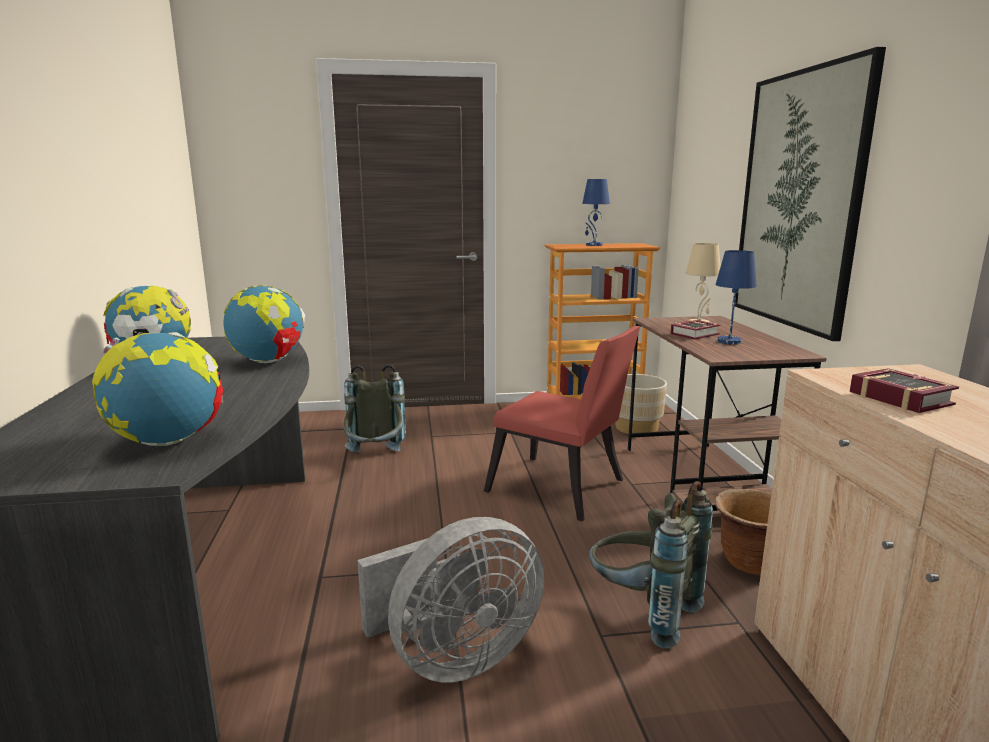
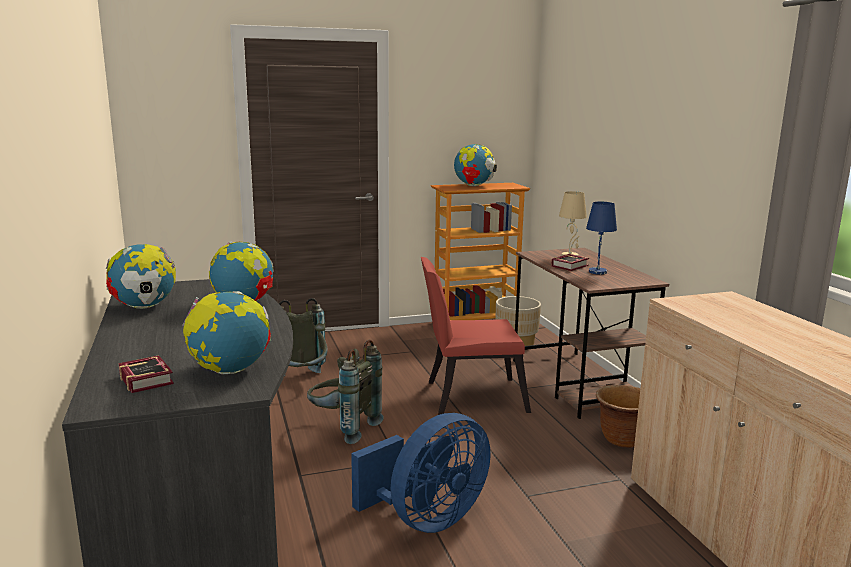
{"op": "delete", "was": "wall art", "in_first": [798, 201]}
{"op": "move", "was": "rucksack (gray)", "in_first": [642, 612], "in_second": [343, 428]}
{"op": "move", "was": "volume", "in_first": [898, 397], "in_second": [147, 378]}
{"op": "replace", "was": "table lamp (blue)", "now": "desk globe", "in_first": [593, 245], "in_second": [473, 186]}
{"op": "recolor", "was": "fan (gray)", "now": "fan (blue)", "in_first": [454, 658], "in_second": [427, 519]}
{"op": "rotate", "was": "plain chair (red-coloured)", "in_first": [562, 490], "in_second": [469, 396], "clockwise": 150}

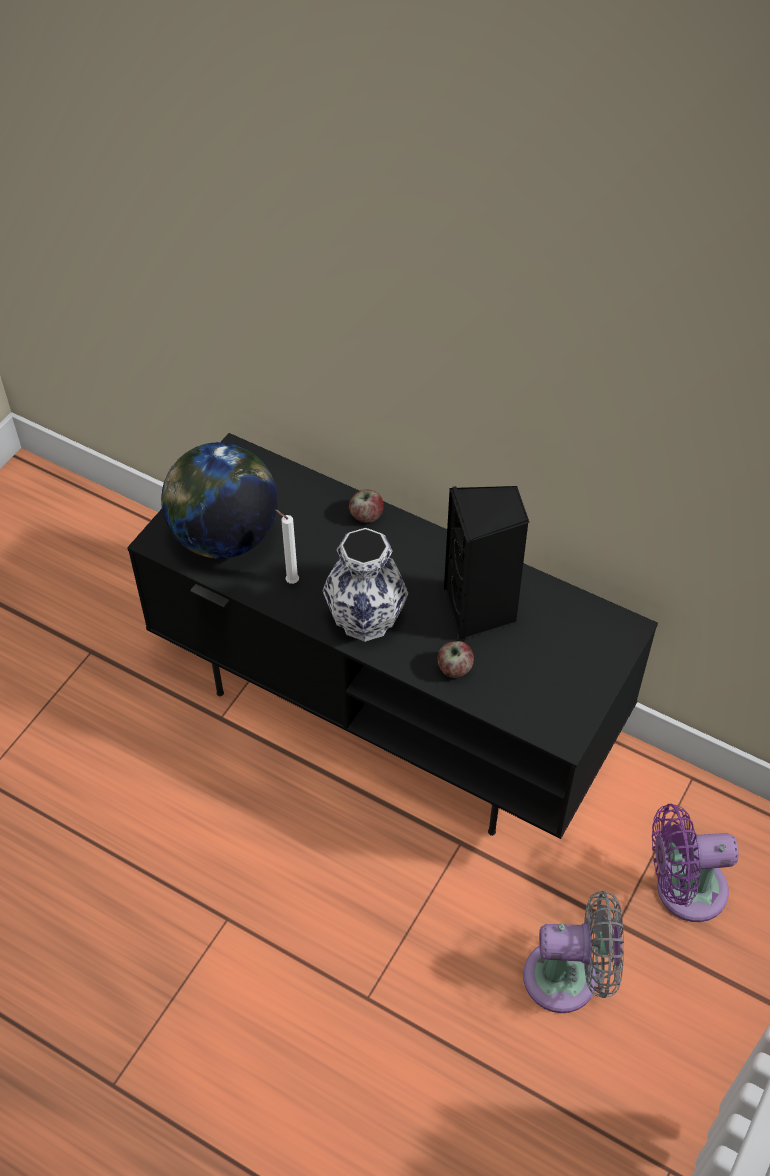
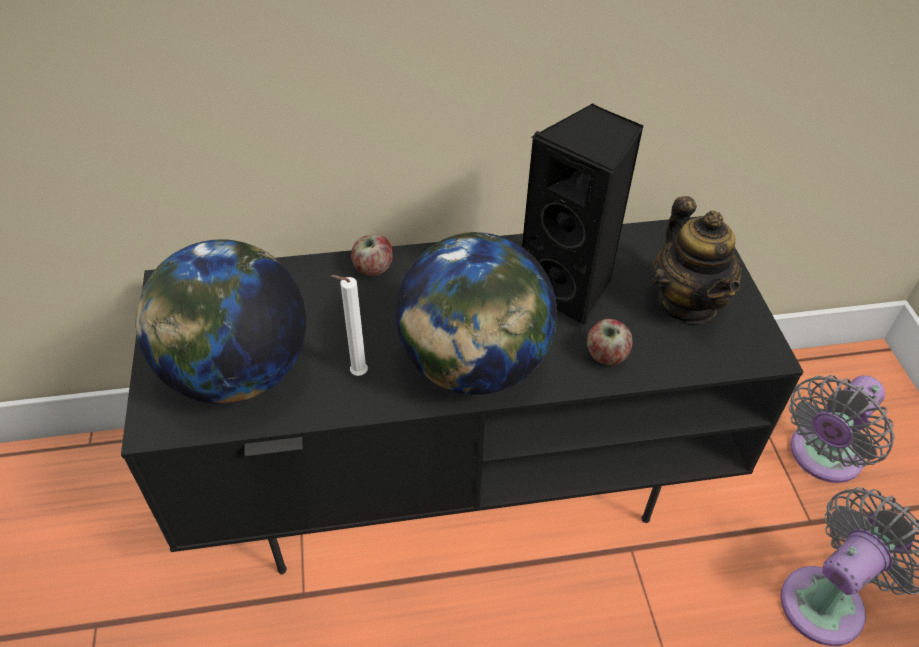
{"op": "insert", "now": "teapot", "in_second": [687, 302]}
{"op": "replace", "was": "decorative vase", "now": "desk globe", "in_first": [364, 620], "in_second": [473, 366]}
{"op": "recolor", "was": "fan (purplish)", "now": "fan (gray)", "in_first": [683, 889], "in_second": [821, 457]}

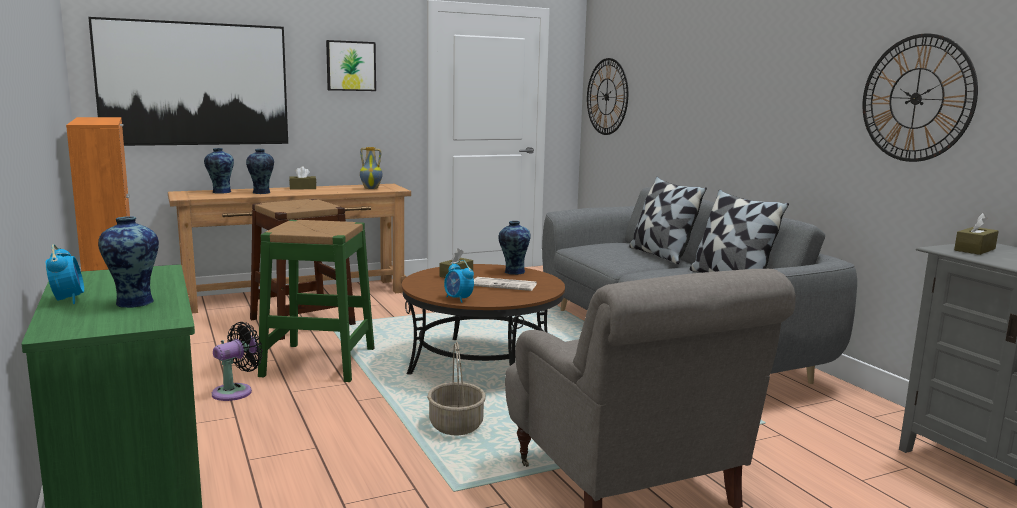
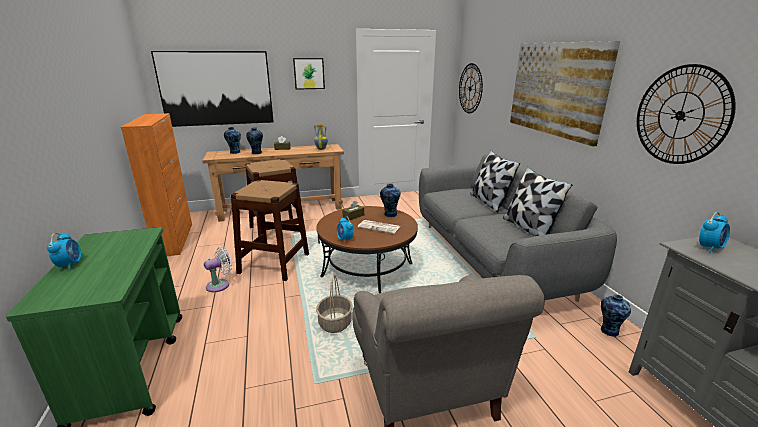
{"op": "insert", "now": "wall art", "in_second": [556, 89]}
{"op": "move", "was": "decorative vase", "in_first": [134, 302], "in_second": [608, 330]}
{"op": "replace", "was": "box of tissues (brownish)", "now": "table clock", "in_first": [974, 249], "in_second": [709, 248]}
{"op": "recolor", "was": "fan (black)", "now": "fan (whitish)", "in_first": [236, 391], "in_second": [220, 285]}
{"op": "recolor", "was": "stool seat (greenish)", "now": "stool seat (brownish)", "in_first": [319, 362], "in_second": [274, 263]}

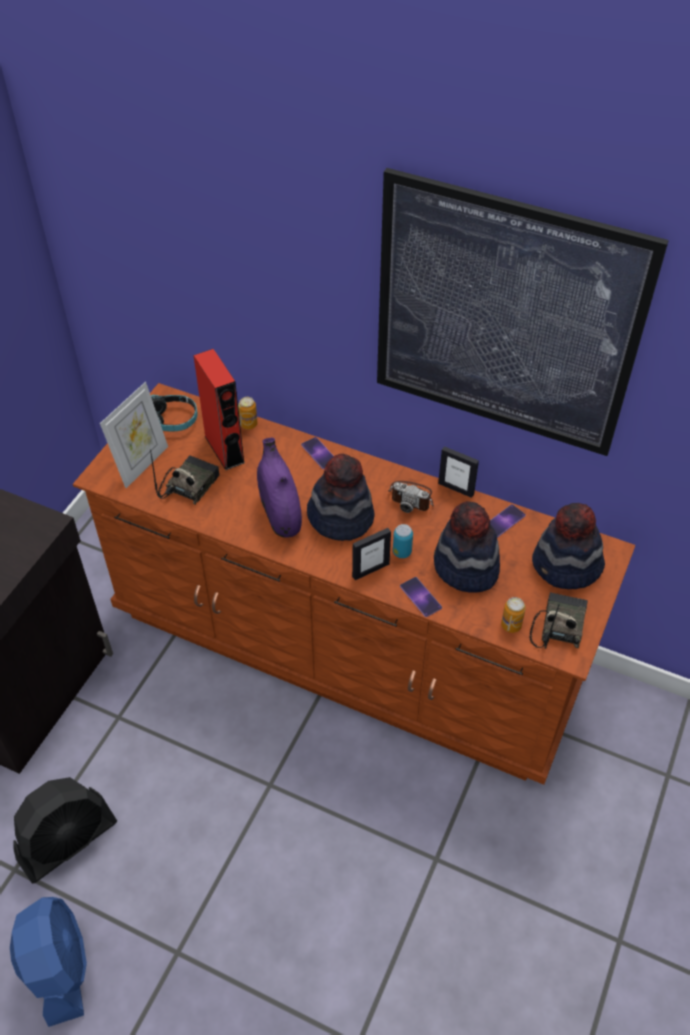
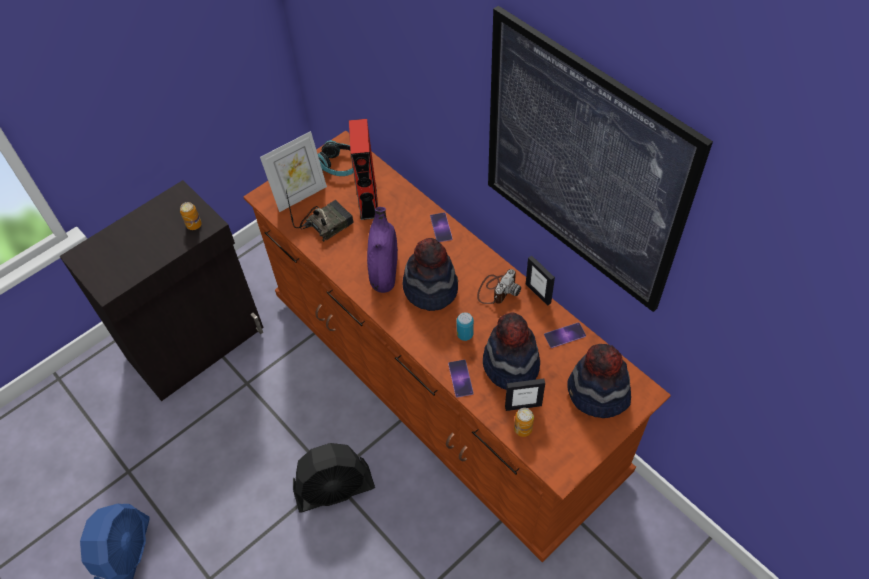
{"op": "delete", "was": "radio set", "in_first": [557, 626]}
{"op": "move", "was": "fan (black)", "in_first": [68, 841], "in_second": [334, 489]}
{"op": "move", "was": "metal can", "in_first": [248, 424], "in_second": [194, 225]}
{"op": "move", "was": "standing frame", "in_first": [370, 570], "in_second": [523, 406]}
{"op": "rotate", "was": "still camera", "in_first": [412, 497], "in_second": [497, 289], "clockwise": -105}

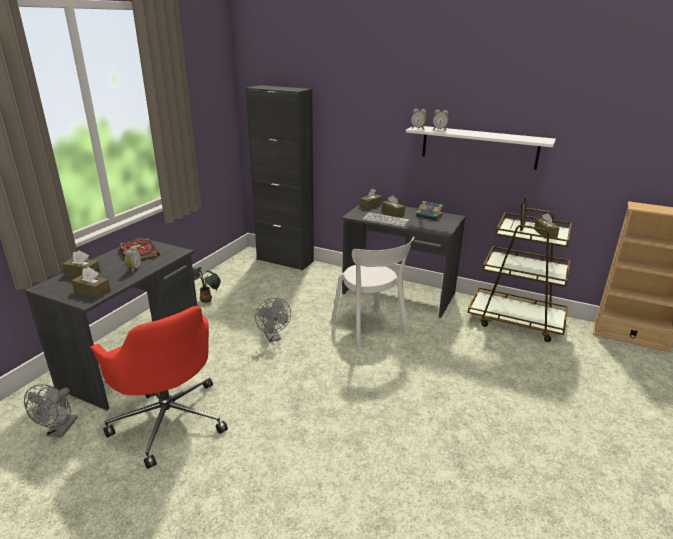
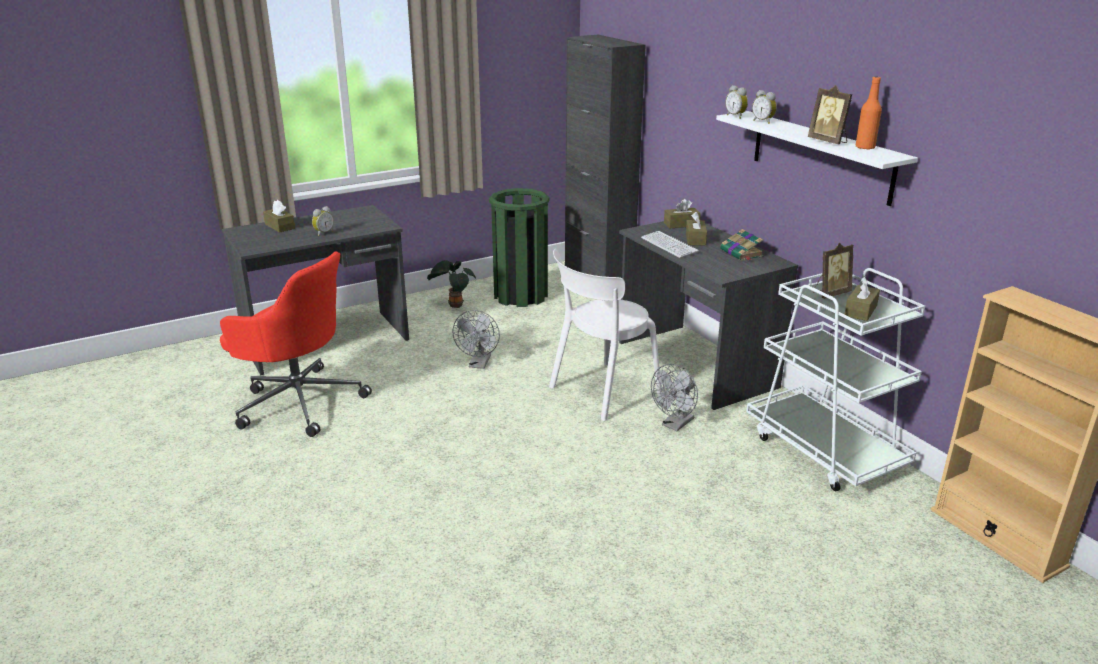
{"op": "delete", "was": "box of tissues (brownish)", "in_first": [92, 292]}
{"op": "delete", "was": "volume", "in_first": [138, 251]}
{"op": "insert", "now": "trash can (greenish)", "in_second": [520, 295]}
{"op": "insert", "now": "standing frame", "in_second": [828, 141]}
{"op": "insert", "now": "beverage bottle (orange)", "in_second": [865, 147]}
{"op": "move", "was": "fan (gray)", "in_first": [60, 431], "in_second": [675, 425]}
{"op": "recolor", "was": "trolley (brownish)", "now": "trolley (whitish)", "in_first": [516, 320], "in_second": [824, 450]}
{"op": "rotate", "was": "desk chair (red-coloured)", "in_first": [169, 419], "in_second": [299, 402], "clockwise": -60}
{"op": "rotate", "was": "plain chair (whitish)", "in_first": [370, 329], "in_second": [601, 392], "clockwise": 45}

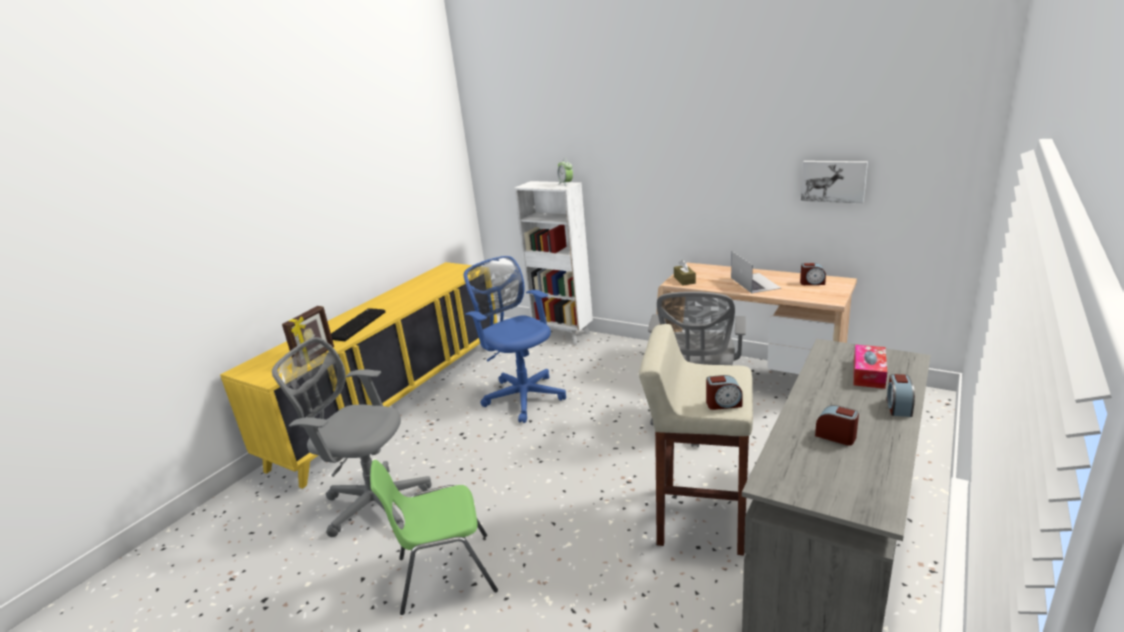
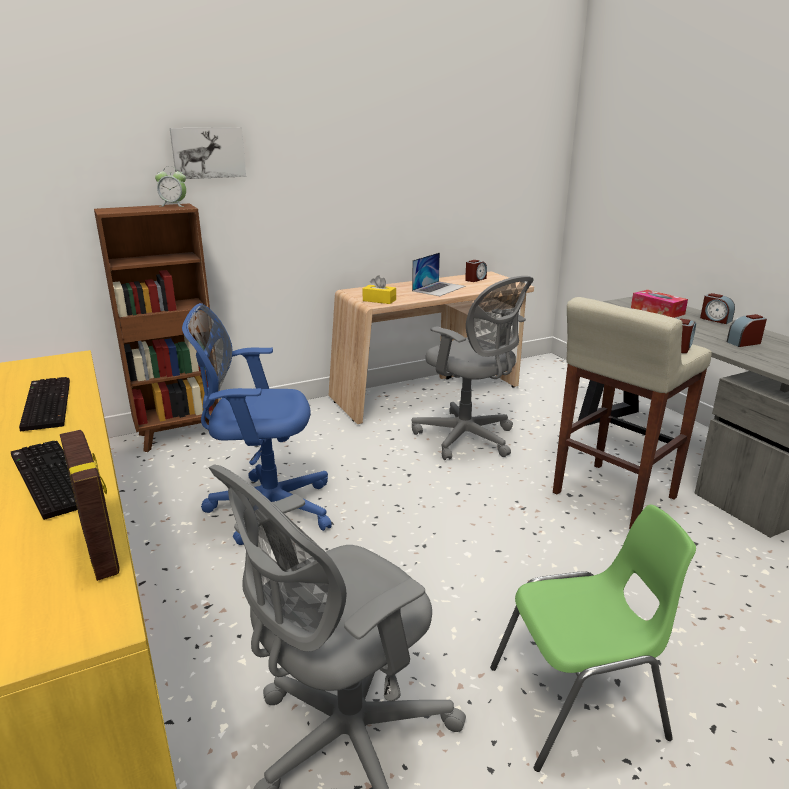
{"op": "insert", "now": "PC keyboard", "in_second": [45, 404]}
{"op": "move", "was": "wall art", "in_first": [833, 181], "in_second": [208, 152]}
{"op": "recolor", "was": "bookshelf (whitish)", "now": "bookshelf (brownish)", "in_first": [563, 335], "in_second": [181, 435]}
{"op": "recolor", "was": "box of tissues (brownish)", "now": "box of tissues (yellow-coloured)", "in_first": [684, 280], "in_second": [379, 300]}
{"op": "rotate", "was": "plain chair (greenish)", "in_first": [444, 573], "in_second": [579, 704], "clockwise": -120}
{"op": "rotate", "was": "notebook computer", "in_first": [755, 283], "in_second": [439, 288], "clockwise": 105}

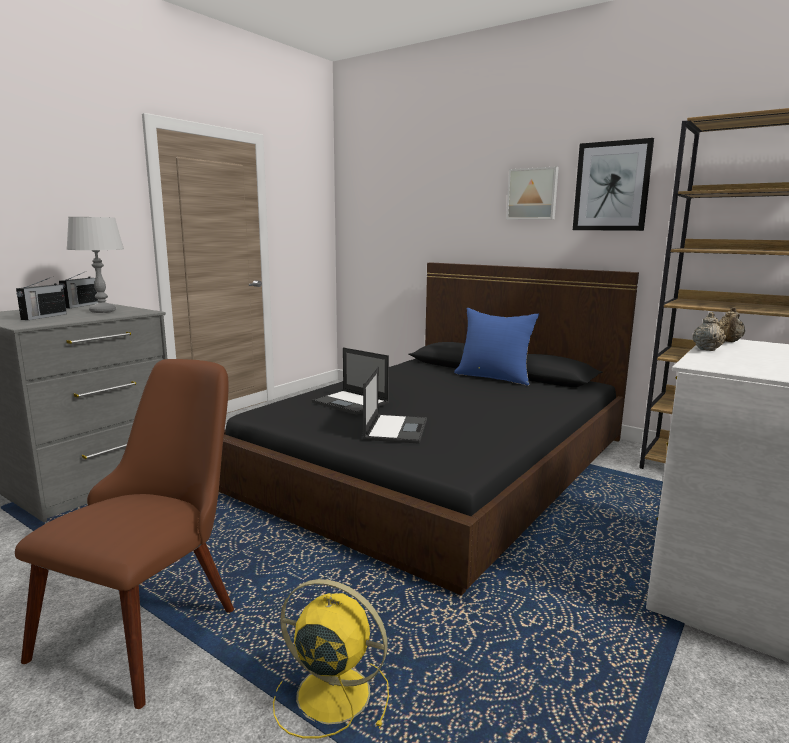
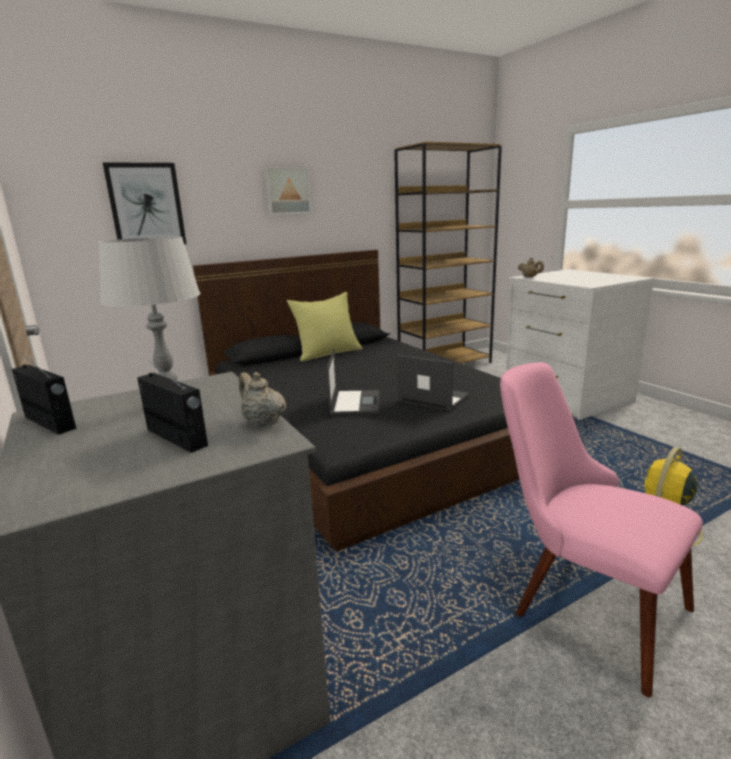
{"op": "move", "was": "wall art", "in_first": [611, 186], "in_second": [146, 205]}
{"op": "move", "was": "teapot (sand-coloured)", "in_first": [707, 349], "in_second": [262, 422]}
{"op": "recolor", "was": "plain chair (brownish)", "now": "plain chair (pink-coloured)", "in_first": [154, 619], "in_second": [580, 601]}
{"op": "recolor", "was": "throw pillow (blue)", "now": "throw pillow (yellow-coloured)", "in_first": [494, 377], "in_second": [328, 353]}
{"op": "rotate", "was": "notebook computer", "in_first": [351, 403], "in_second": [355, 402], "clockwise": -60}

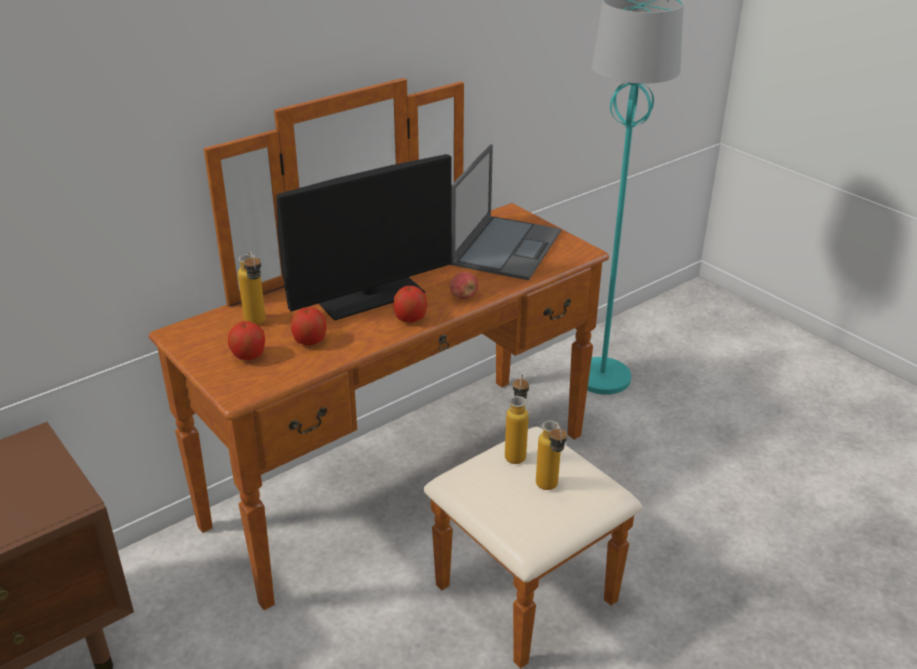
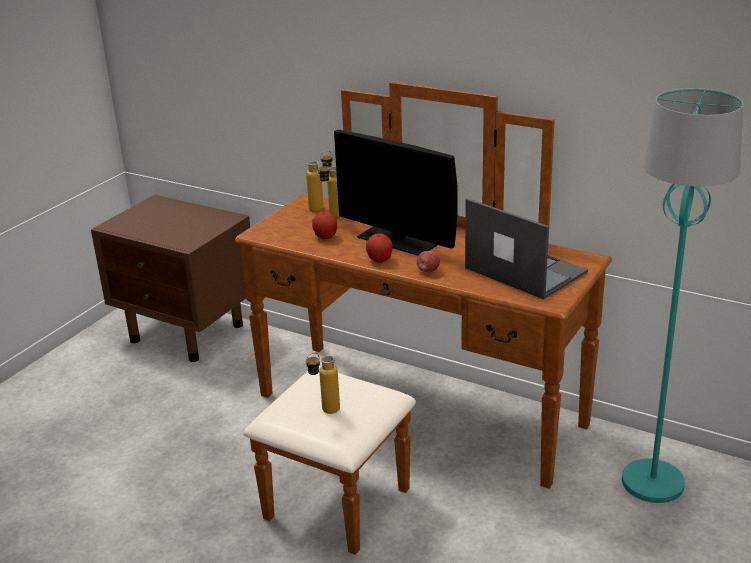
{"op": "delete", "was": "whole apple", "in_first": [249, 356]}
{"op": "move", "was": "beverage bottle", "in_first": [516, 452], "in_second": [322, 208]}
{"op": "rotate", "was": "notebook computer", "in_first": [506, 247], "in_second": [524, 270], "clockwise": -135}

